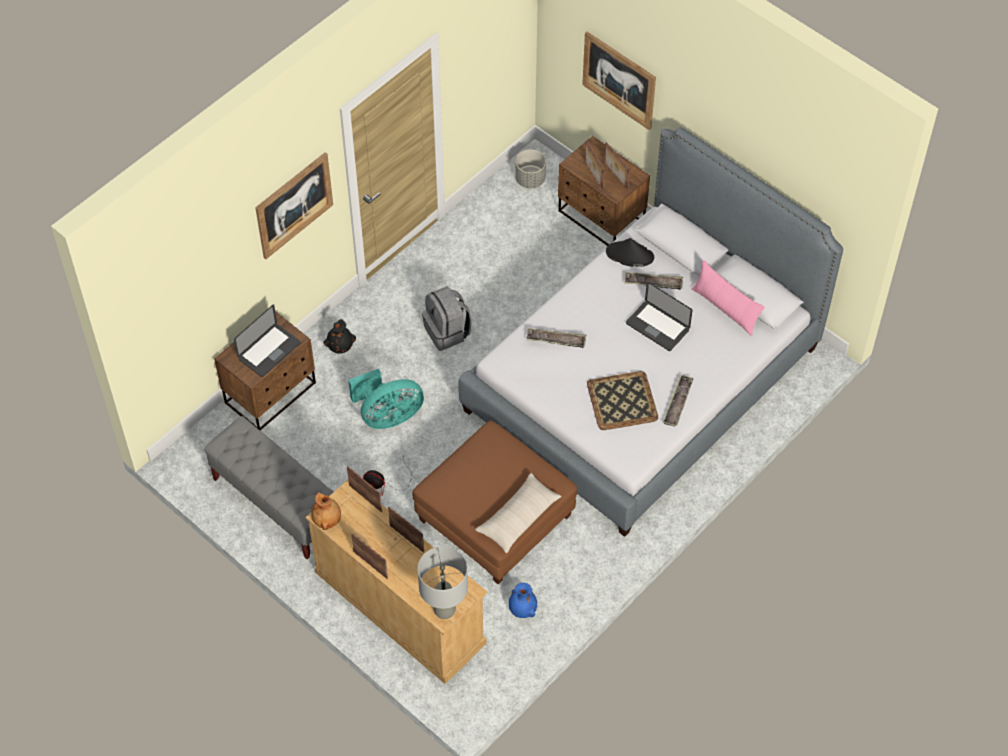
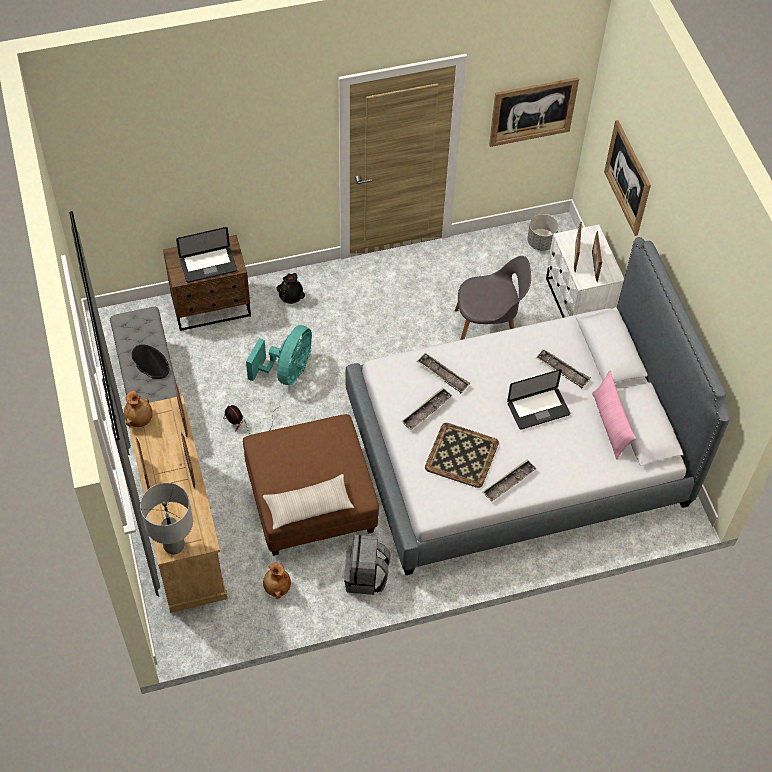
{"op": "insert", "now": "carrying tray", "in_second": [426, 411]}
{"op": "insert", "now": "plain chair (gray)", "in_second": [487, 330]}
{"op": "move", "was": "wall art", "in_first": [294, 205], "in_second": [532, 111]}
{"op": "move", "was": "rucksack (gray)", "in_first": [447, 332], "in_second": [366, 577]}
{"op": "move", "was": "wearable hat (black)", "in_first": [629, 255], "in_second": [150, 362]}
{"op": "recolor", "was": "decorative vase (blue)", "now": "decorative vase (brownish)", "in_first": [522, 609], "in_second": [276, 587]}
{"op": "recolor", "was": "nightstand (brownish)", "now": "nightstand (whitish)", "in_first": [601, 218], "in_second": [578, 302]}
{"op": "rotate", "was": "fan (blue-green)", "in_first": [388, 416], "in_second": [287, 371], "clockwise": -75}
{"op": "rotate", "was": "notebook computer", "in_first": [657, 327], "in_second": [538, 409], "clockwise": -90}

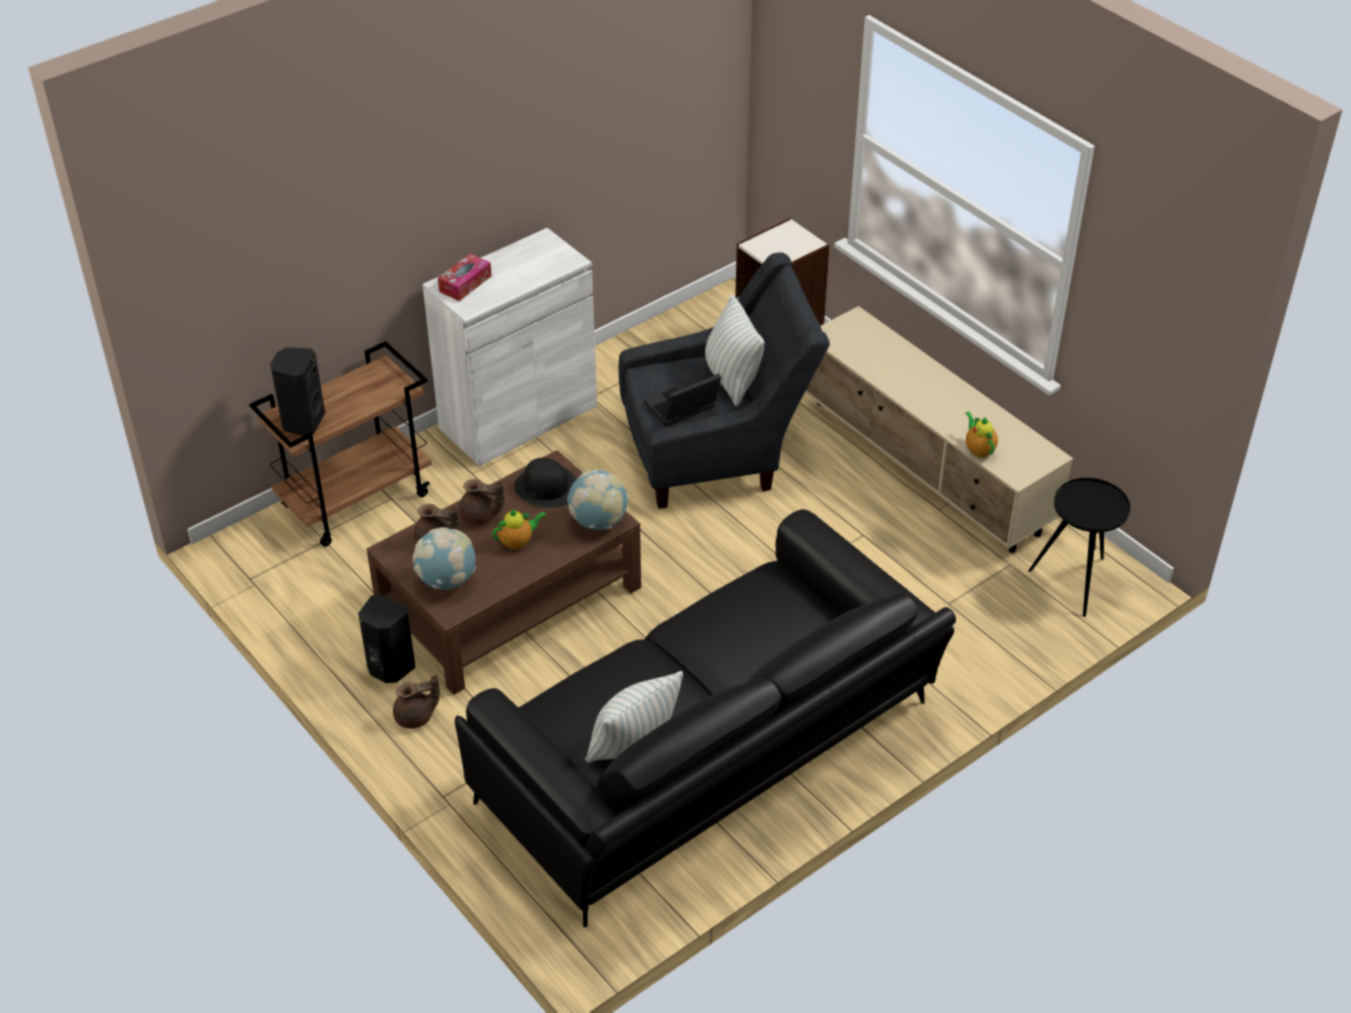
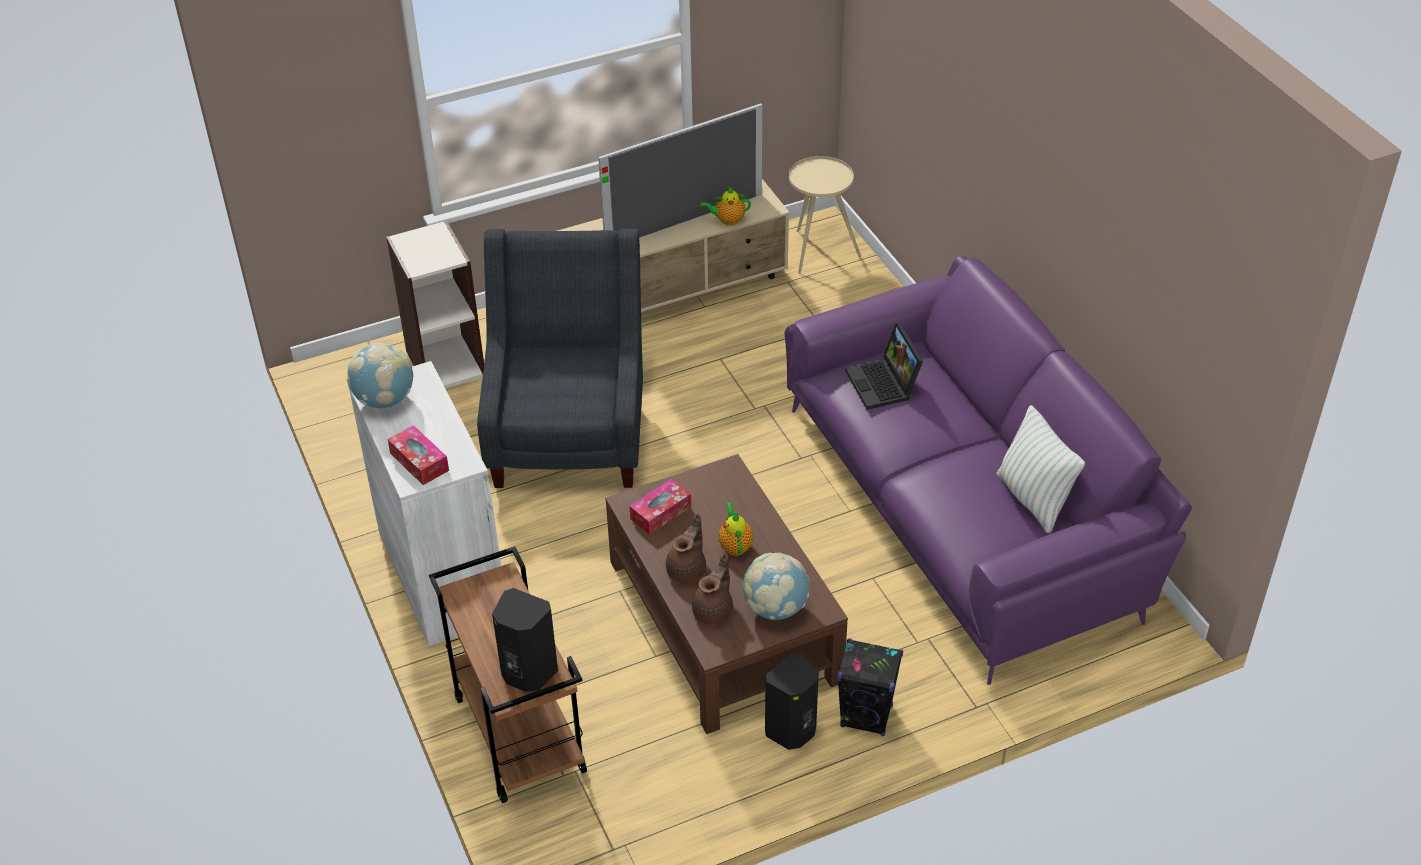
{"op": "delete", "was": "throw pillow", "in_first": [732, 379]}
{"op": "insert", "now": "TV", "in_second": [684, 221]}
{"op": "move", "was": "desk globe", "in_first": [598, 521], "in_second": [385, 400]}
{"op": "move", "was": "notebook computer", "in_first": [681, 409], "in_second": [884, 385]}
{"op": "replace", "was": "teapot (brownish)", "now": "audio speaker (black)", "in_first": [416, 717], "in_second": [866, 716]}
{"op": "replace", "was": "wearable hat (black)", "now": "box of tissues", "in_first": [546, 487], "in_second": [660, 513]}
{"op": "recolor", "was": "sofa (black)", "now": "sofa (purplish)", "in_first": [709, 758], "in_second": [966, 509]}
{"op": "recolor", "was": "accent table (black)", "now": "accent table (sand-coloured)", "in_first": [1076, 581], "in_second": [818, 251]}

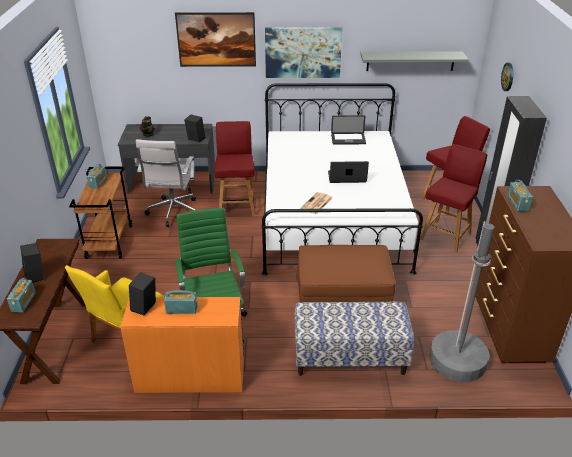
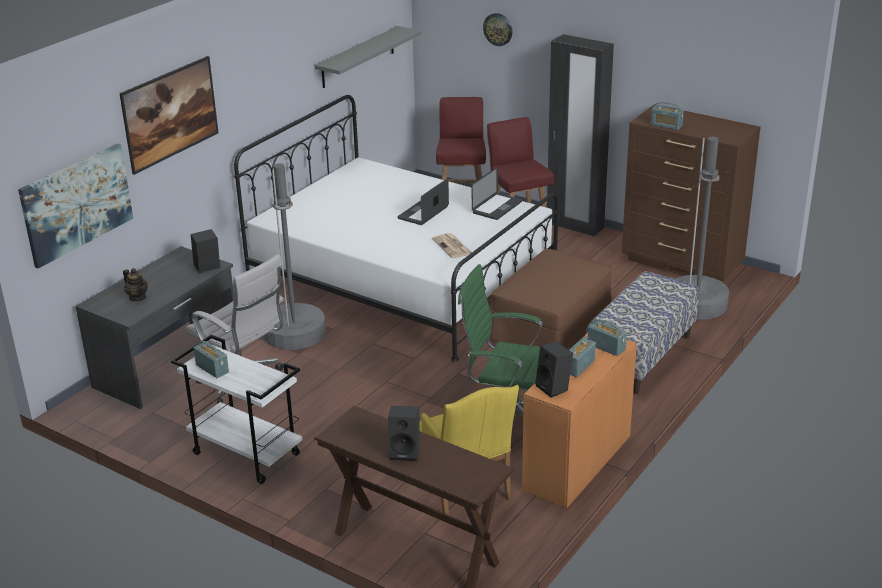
{"op": "move", "was": "radio set", "in_first": [23, 302], "in_second": [606, 347]}
{"op": "move", "was": "wall art", "in_first": [303, 52], "in_second": [77, 204]}
{"op": "move", "was": "notebook computer", "in_first": [348, 139], "in_second": [497, 207]}
{"op": "replace", "was": "plain chair (red-coloured)", "now": "standard lamp (gray)", "in_first": [237, 206], "in_second": [294, 333]}
{"op": "recolor", "was": "trolley (brownish)", "now": "trolley (whitish)", "in_first": [109, 241], "in_second": [245, 454]}

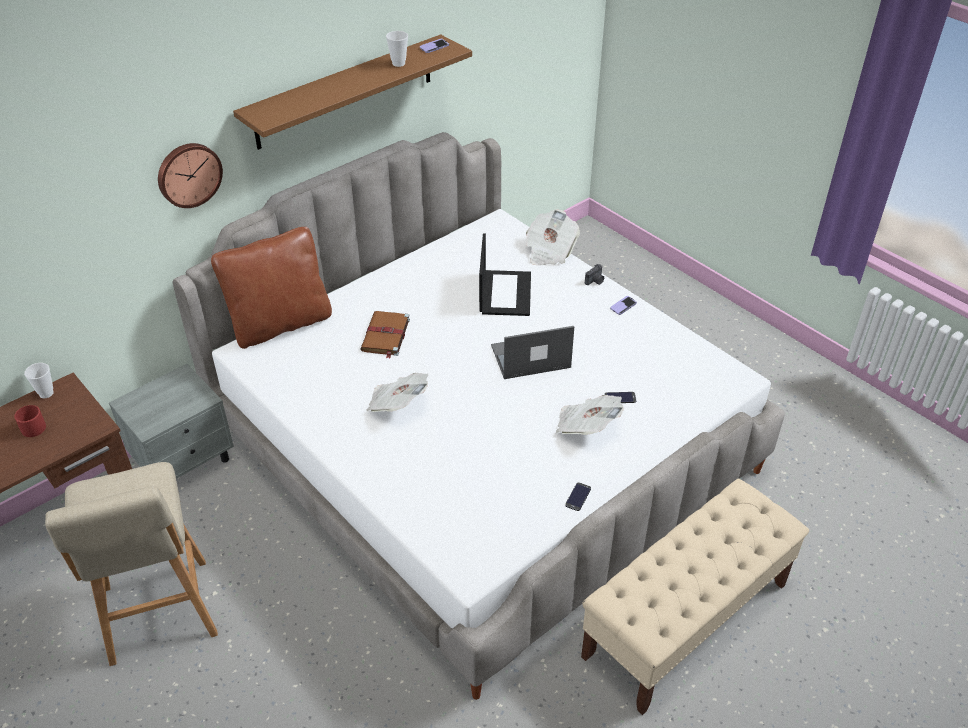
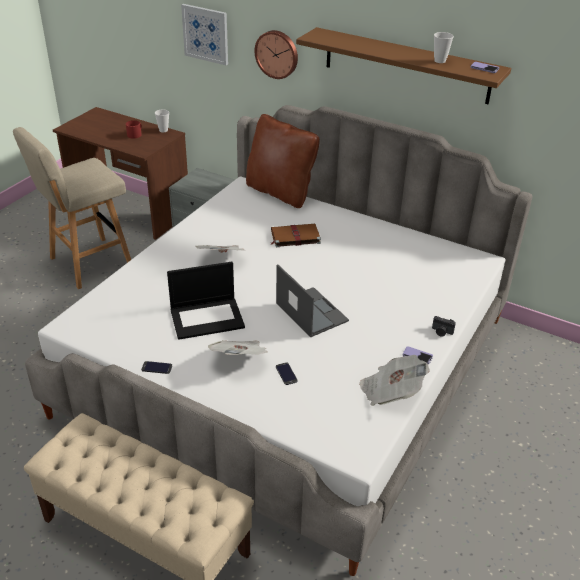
{"op": "insert", "now": "wall art", "in_second": [206, 34]}
{"op": "move", "was": "notebook computer", "in_first": [504, 293], "in_second": [207, 318]}
{"op": "move", "was": "newspaper", "in_first": [549, 251], "in_second": [390, 392]}

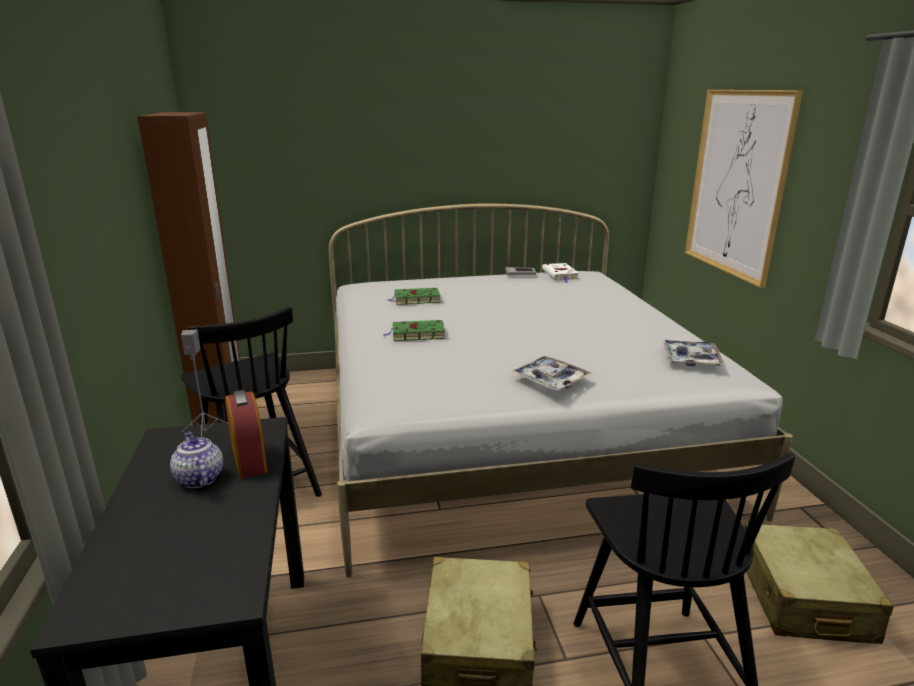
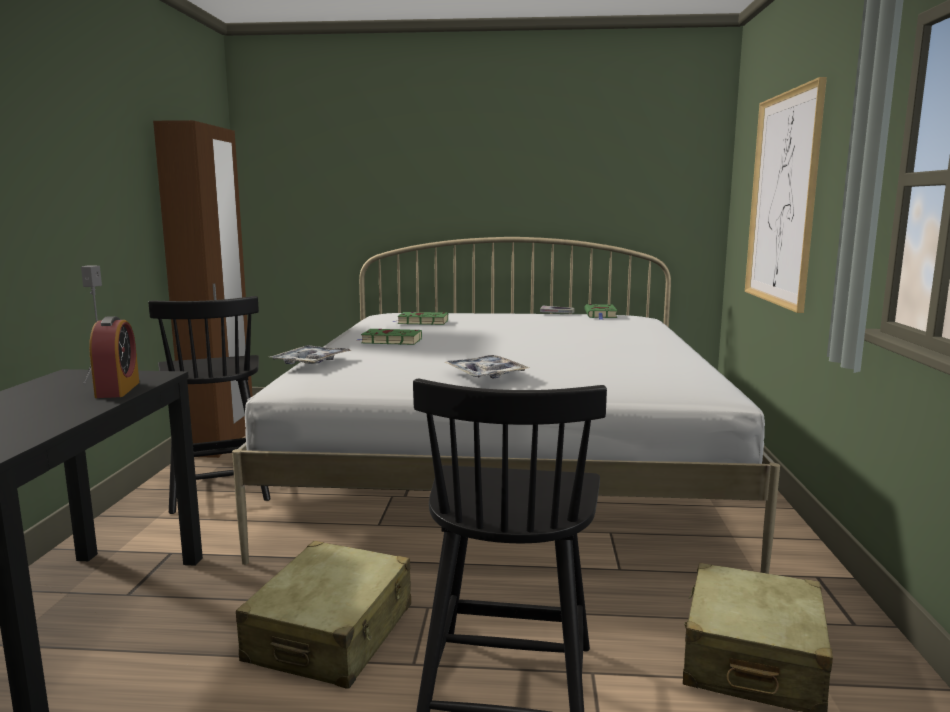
{"op": "delete", "was": "teapot", "in_first": [199, 478]}
{"op": "move", "was": "carrying tray", "in_first": [690, 359], "in_second": [311, 362]}
{"op": "recolor", "was": "volume (whitish)", "now": "volume (greenish)", "in_first": [560, 275], "in_second": [601, 315]}

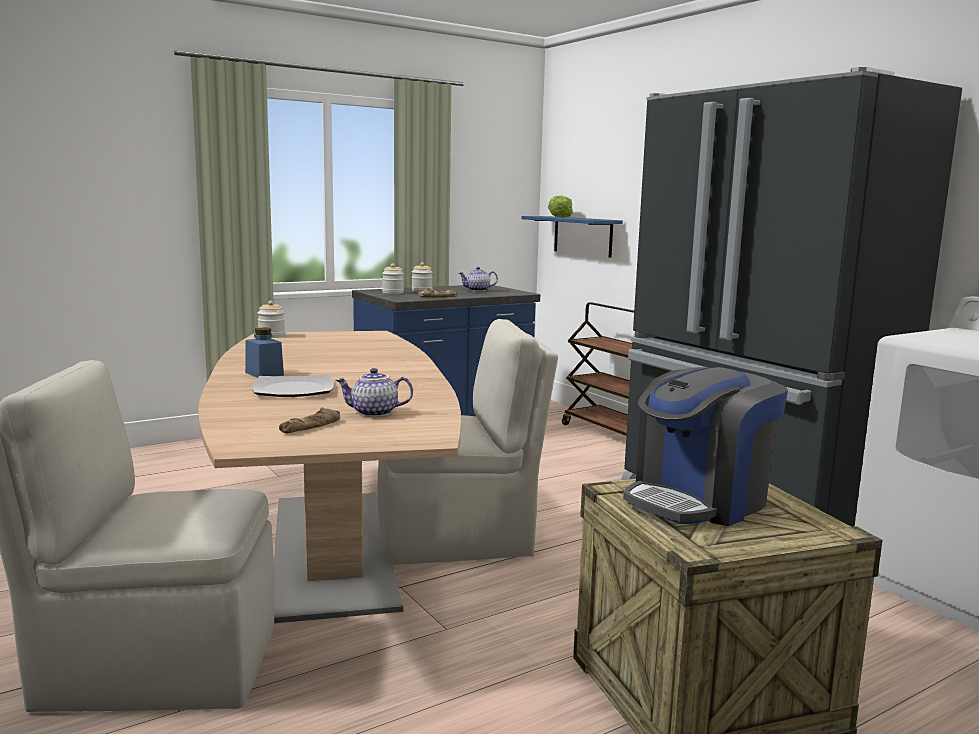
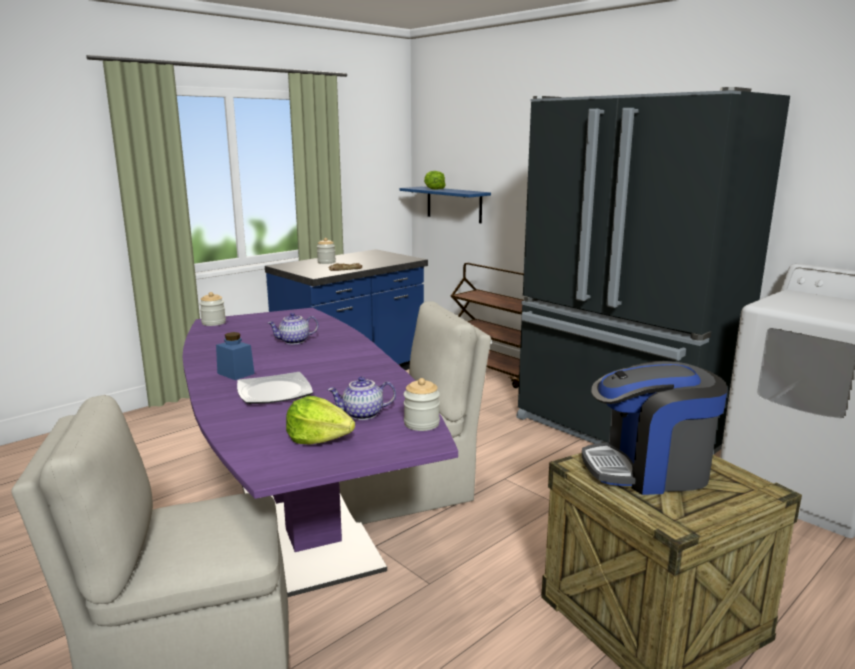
{"op": "move", "was": "preserve jar", "in_first": [393, 292], "in_second": [421, 424]}
{"op": "move", "was": "teapot", "in_first": [477, 290], "in_second": [294, 341]}
{"op": "replace", "was": "bakery bread", "now": "lettuce head", "in_first": [312, 427], "in_second": [319, 438]}
{"op": "recolor", "was": "dining table (brownish)", "now": "dining table (purplish)", "in_first": [331, 549], "in_second": [302, 515]}
{"op": "rotate", "was": "coffee maker", "in_first": [699, 500], "in_second": [649, 469], "clockwise": 45}

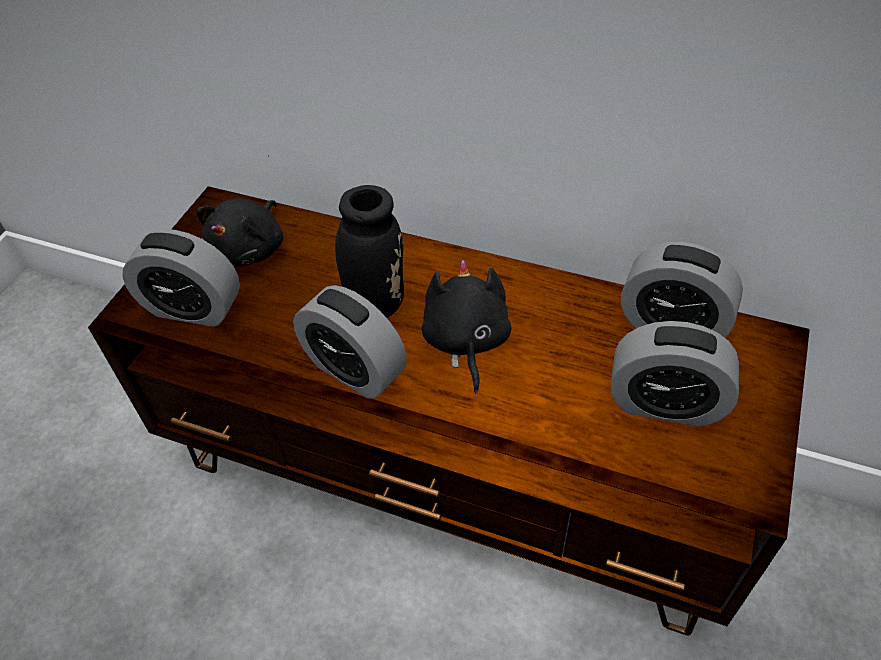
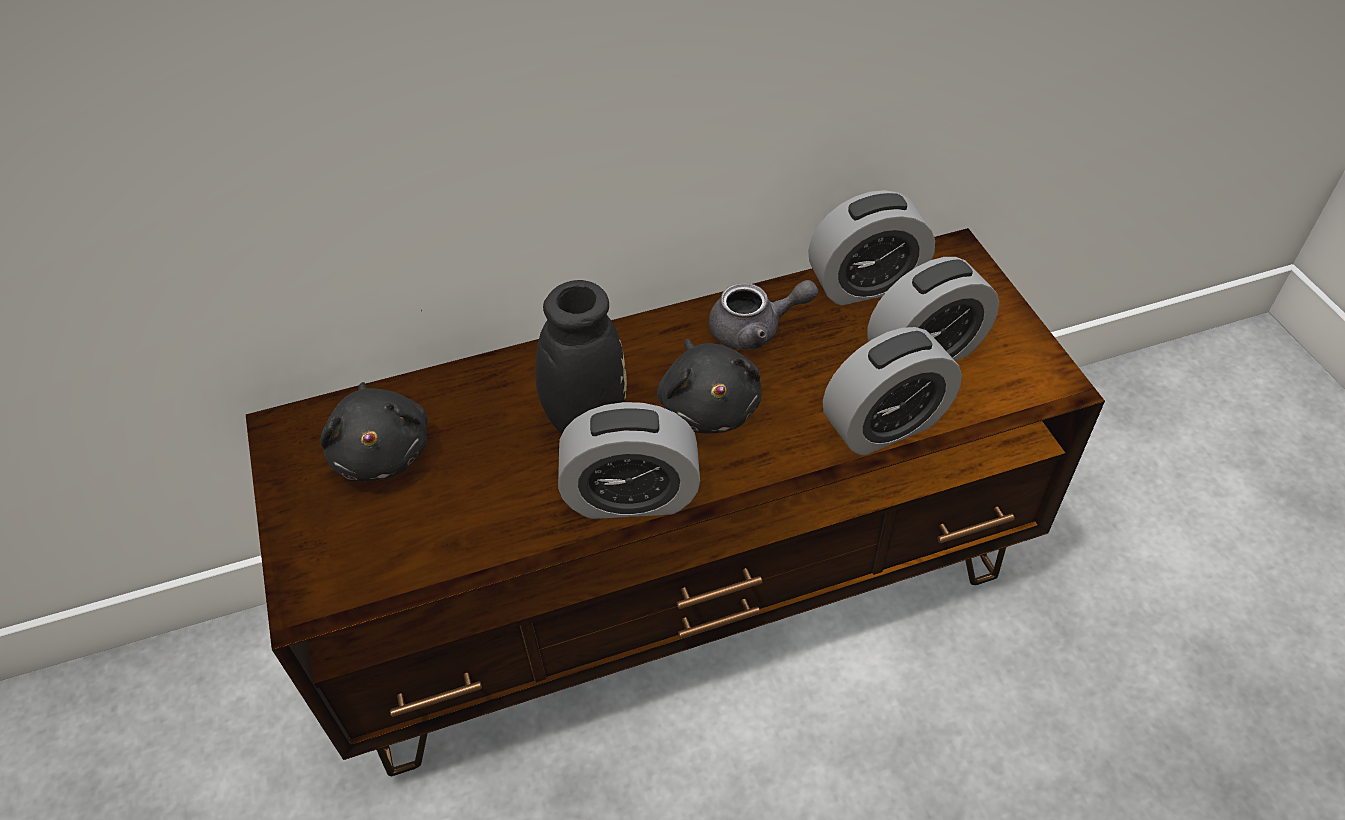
{"op": "insert", "now": "teapot (gray)", "in_second": [756, 330]}
{"op": "move", "was": "table clock", "in_first": [193, 308], "in_second": [885, 425]}
{"op": "rotate", "was": "cuddly toy (black)", "in_first": [466, 342], "in_second": [709, 405], "clockwise": -150}

